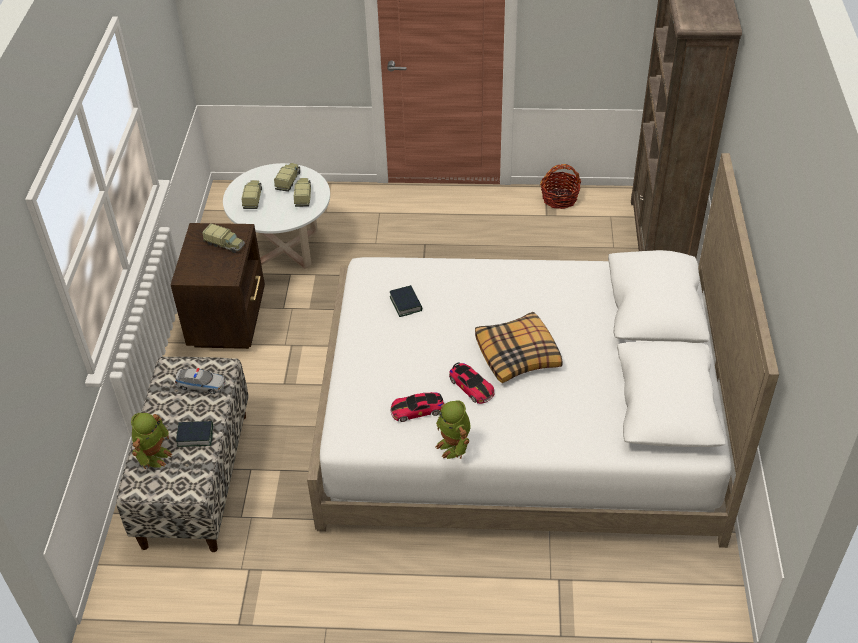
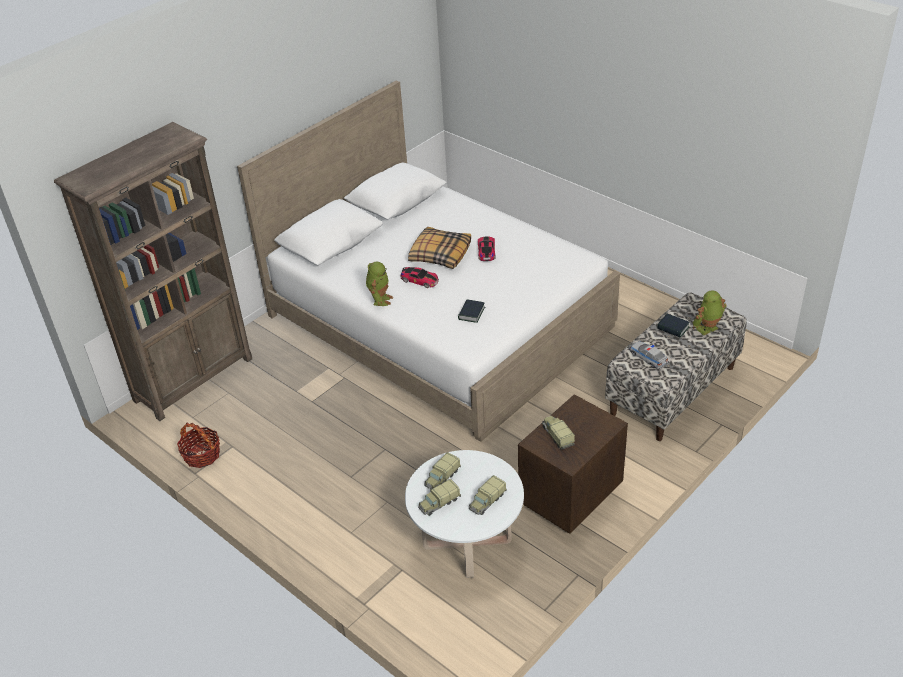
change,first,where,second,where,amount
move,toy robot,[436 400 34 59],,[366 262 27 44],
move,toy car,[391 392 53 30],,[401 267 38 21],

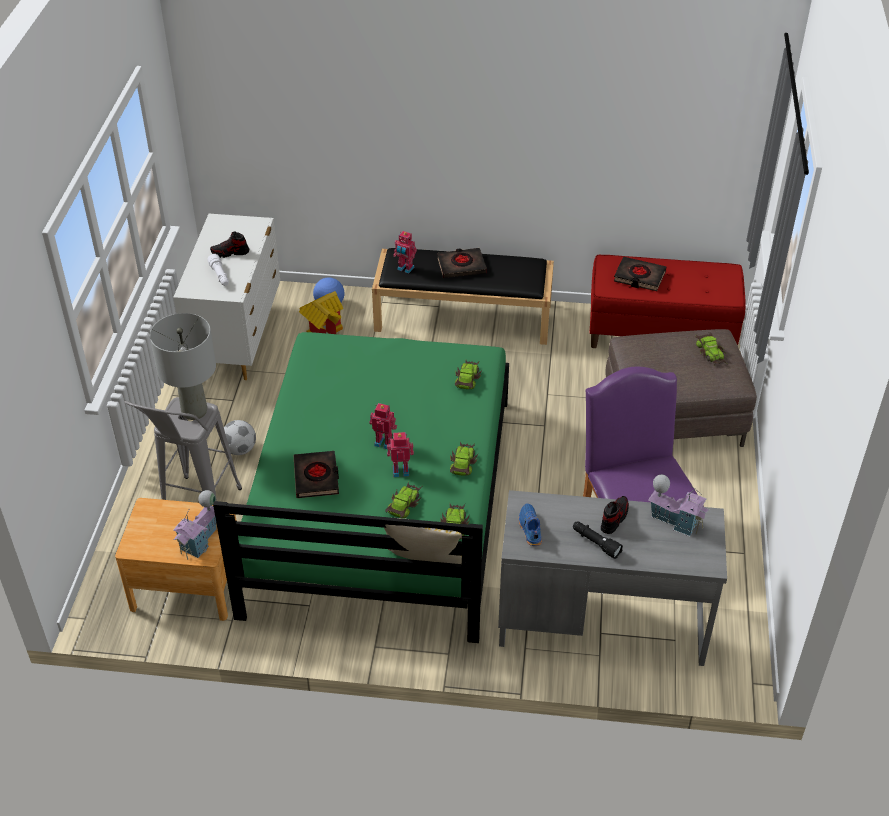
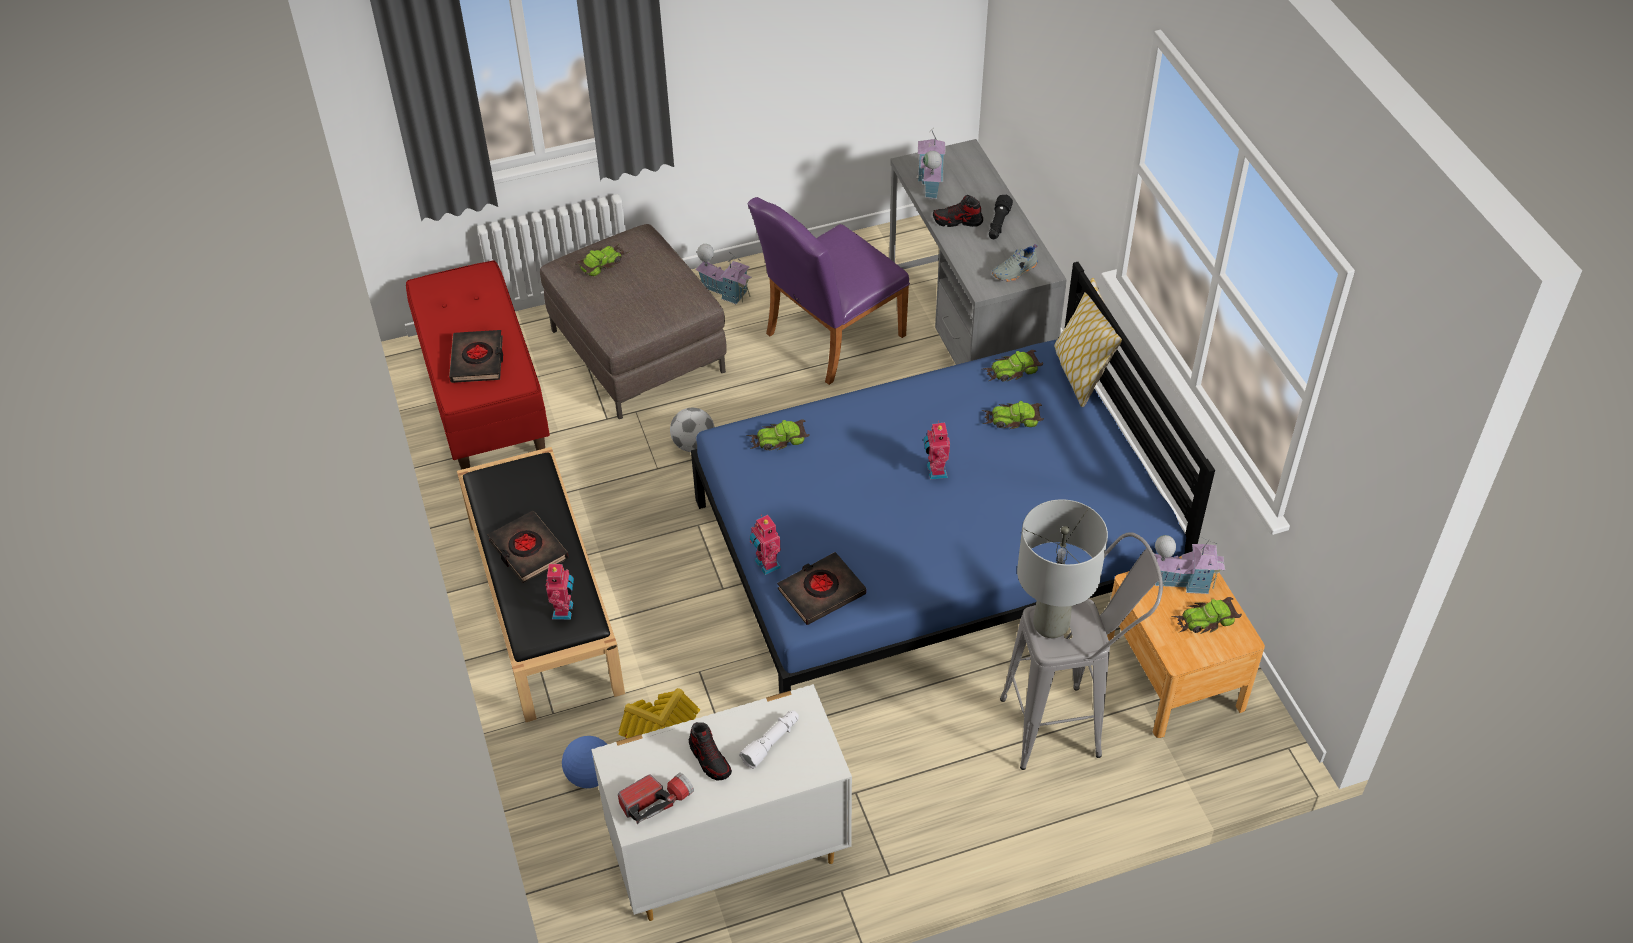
change,first,where,second,where,amount
insert,,,flashlight,[618 773 76 51],
move,football,[221 420 35 35],,[670 408 44 44],
recolor,bed in green,[213 332 296 311],bed in blue,[691 262 524 432],
insert,,,toy house,[695 244 57 60],
move,toy robot,[387 432 27 45],,[750 515 31 60],
move,book in black,[294 451 45 47],,[777 552 89 73],
recolor,shoe in blue,[519 504 23 42],shoe in grey,[992 244 46 38],
move,toy car,[450 441 28 35],,[1171 597 71 37],

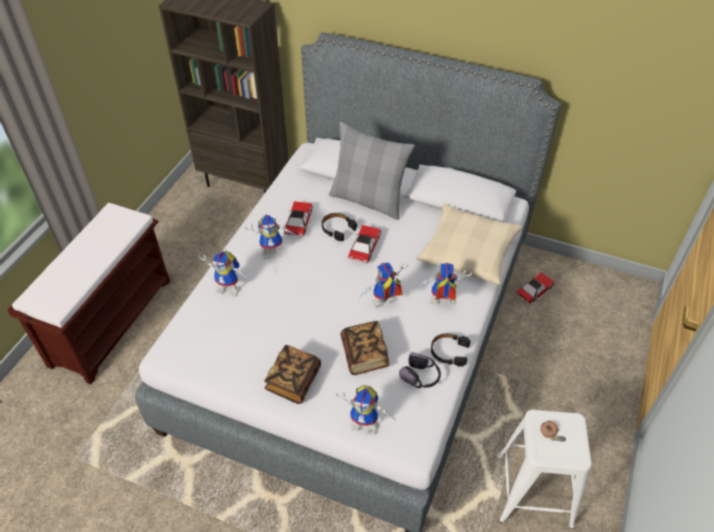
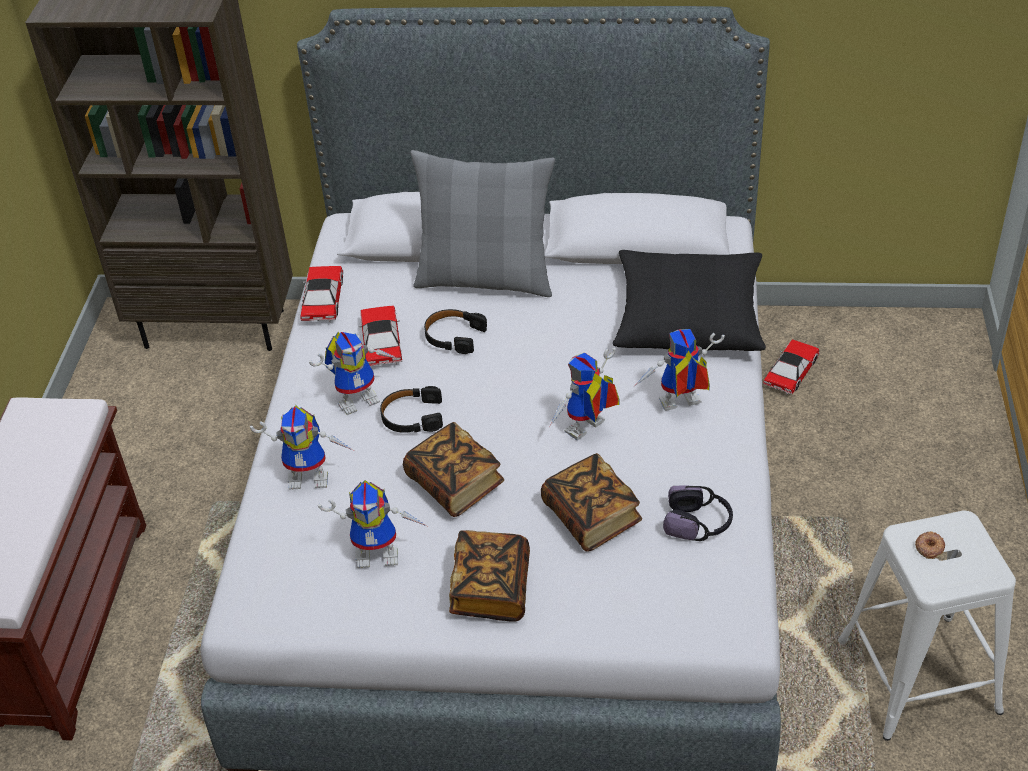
change,first,where,second,where,amount
move,toy car,[348 225 33 38],,[301 266 42 56],
move,toy robot,[335 385 61 50],,[318 480 109 88],
move,headphones in black,[431 334 40 33],,[380 386 63 47],
insert,,,book,[403 422 101 95],
recolor,pillow in beige,[416 204 107 81],pillow in black,[613 250 153 101],

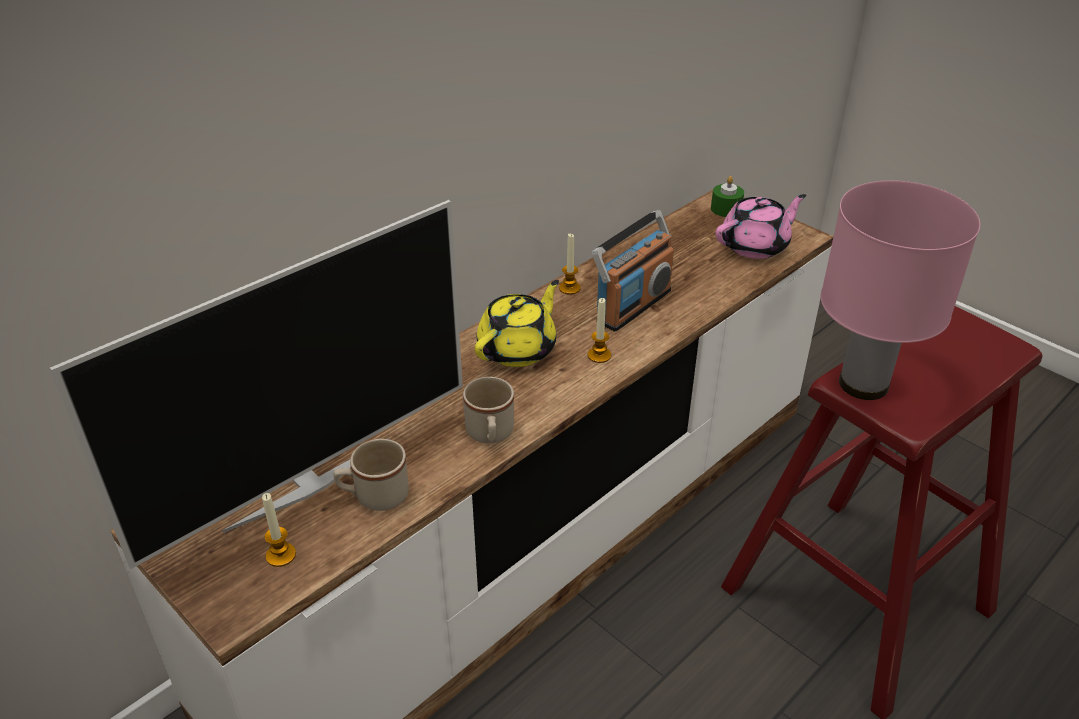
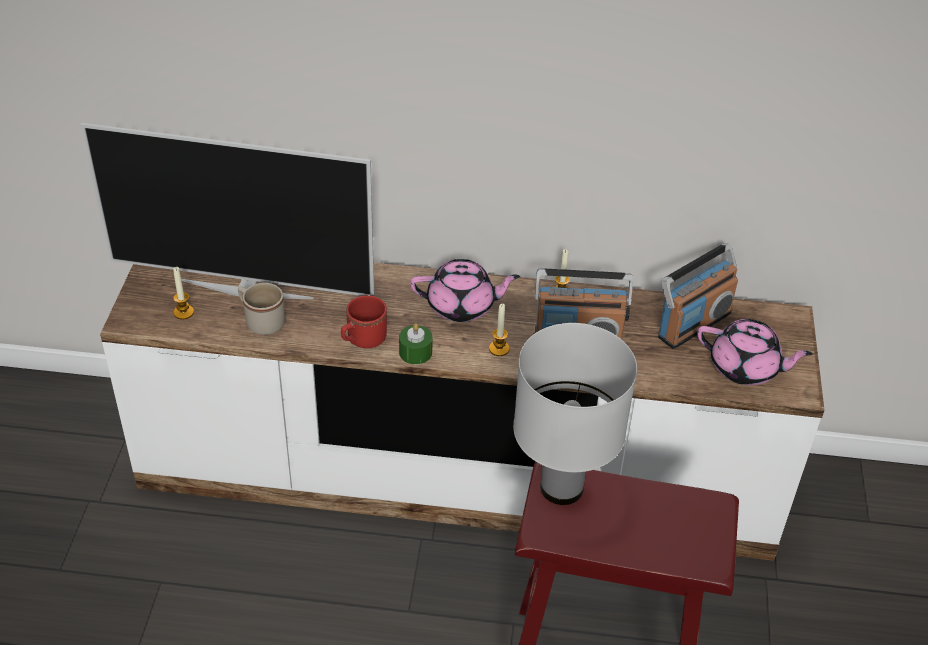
change,first,where,second,where,amount
recolor,mug in beige,[463 377 51 67],mug in red,[341 295 46 53],
move,candle in green,[711 176 33 41],,[399 323 34 41],
recolor,teapot in yellow,[475 280 84 87],teapot in pink,[410 259 110 63],
recolor,table lamp in pink,[821 180 159 220],table lamp in white,[513 323 124 182],
insert,,,radio,[658 243 80 106],

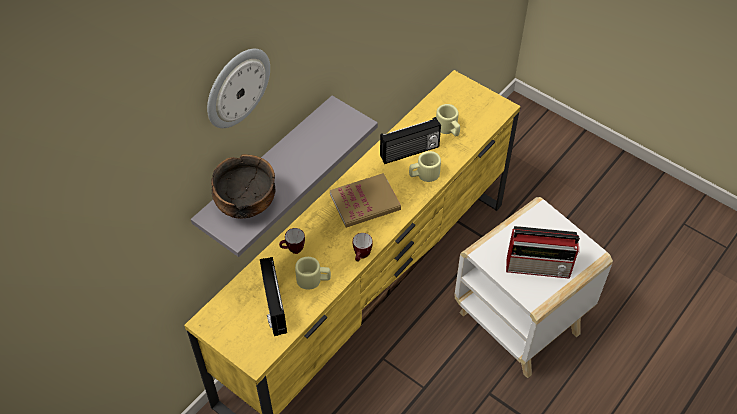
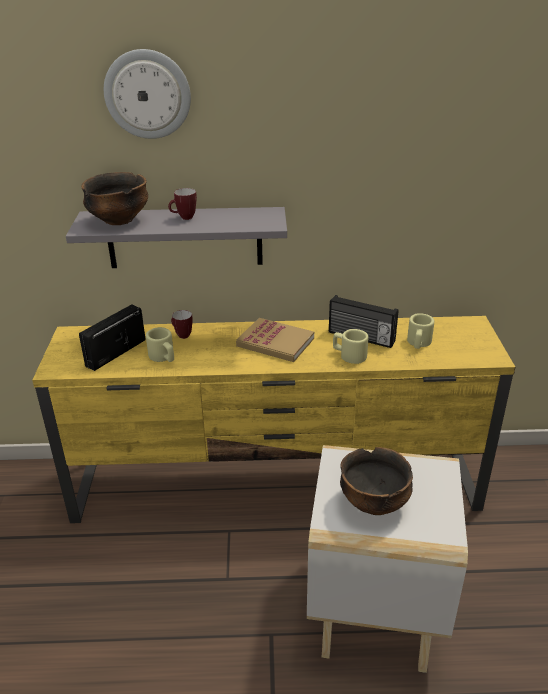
change,first,where,second,where,amount
move,mug,[353 233 20 29],,[168 188 29 32],
replace,radio,[506 226 74 53],bowl,[340 447 73 68],

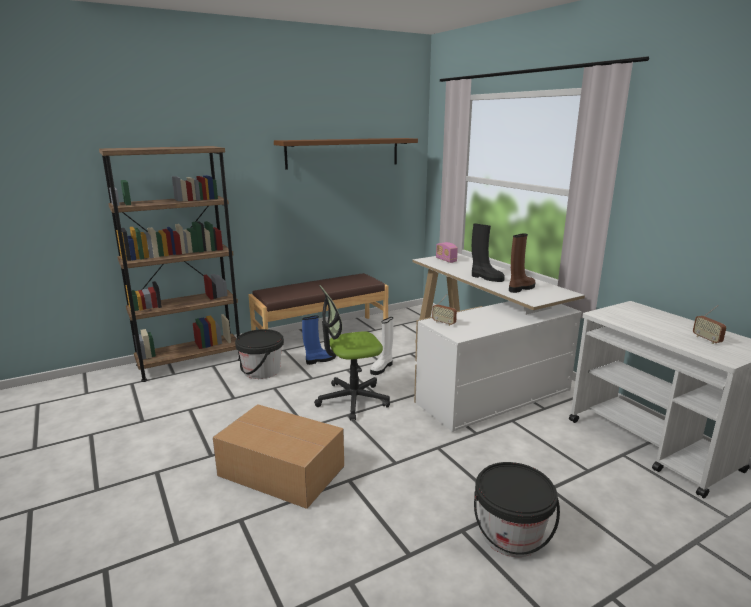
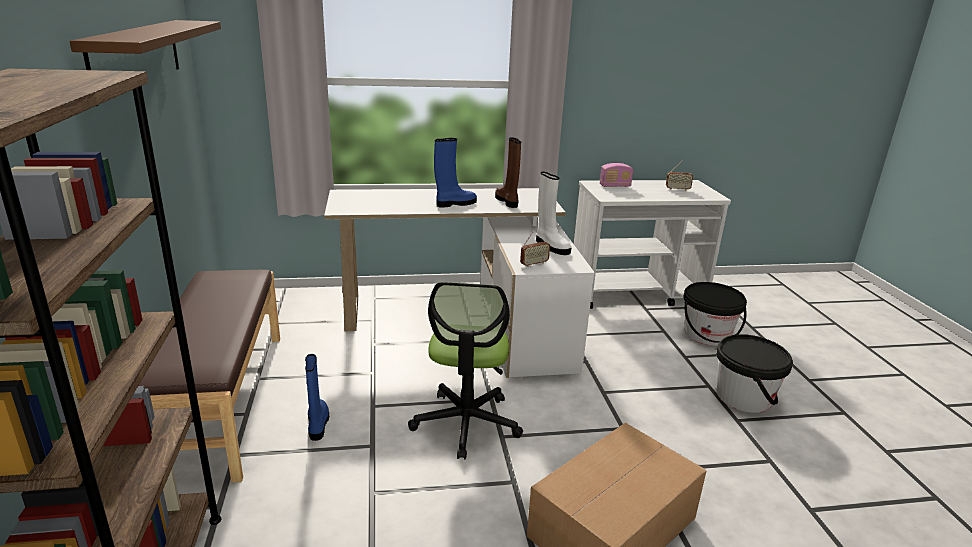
change,first,where,second,where,amount
recolor,boot in black,[472 224 33 58],boot in blue,[434 138 43 70],
move,boot in white,[370 317 23 58],,[536 172 35 83],
move,radio,[436 242 22 21],,[600 163 33 24],
move,bucket in black,[235 329 49 50],,[684 282 63 64],

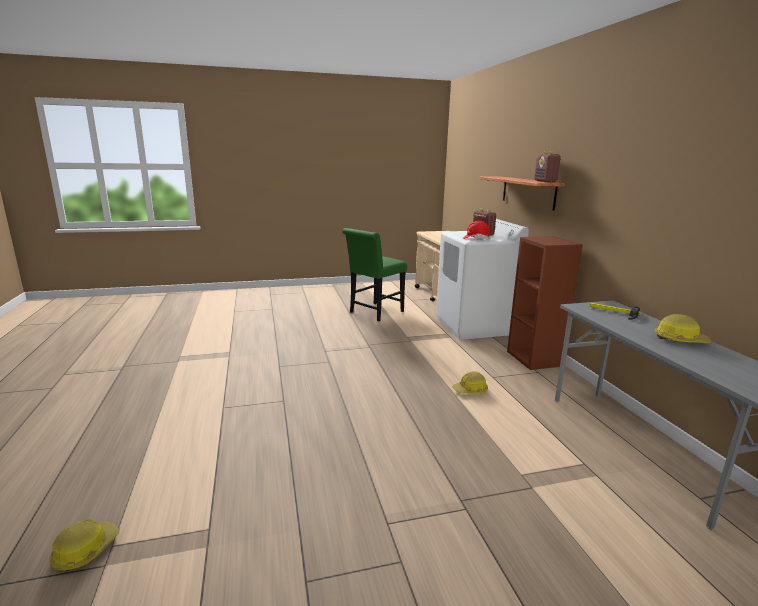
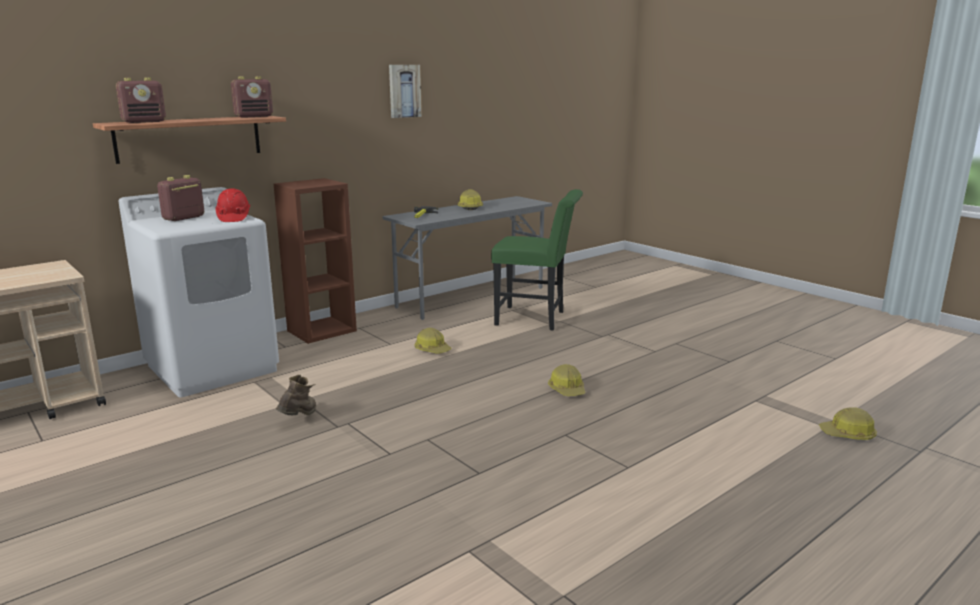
change,first,where,second,where,amount
insert,,,radio,[116 77 50 46],
insert,,,boot in brown,[276 375 40 40],
insert,,,picture,[389 65 33 53],
move,chair in green,[342 228 65 93],,[491 189 92 142],
insert,,,hard hat,[548 364 37 32],

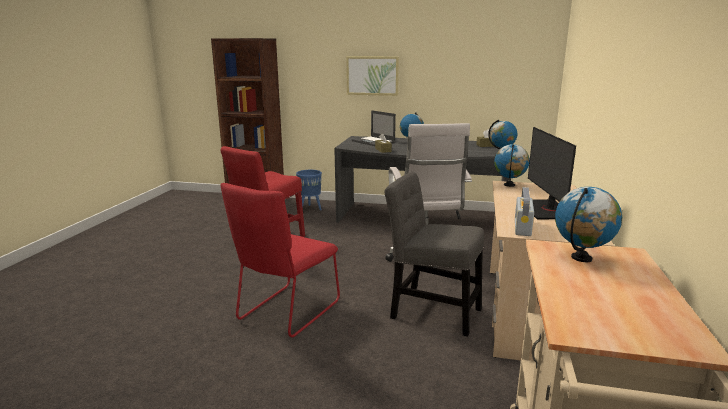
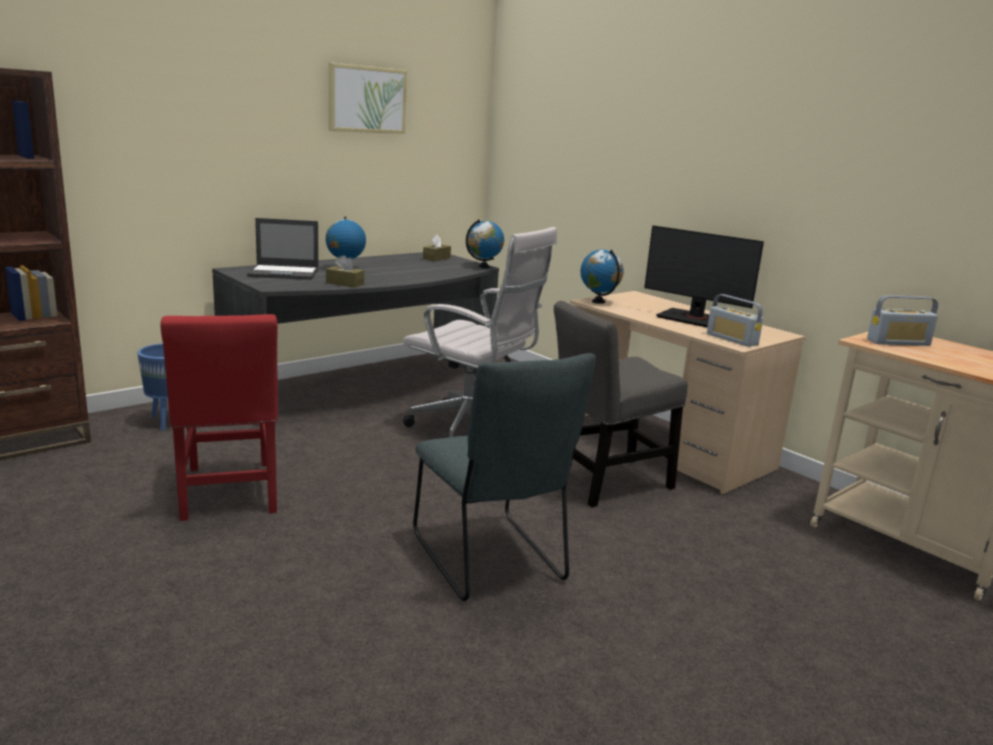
change,first,where,second,where,amount
move,picture,[346 56 53 40],,[329 63 78 71],
recolor,chair in red,[221 183 119 154],chair in grey,[413 353 183 248],
replace,globe,[555 187 67 75],radio,[867 295 71 51],

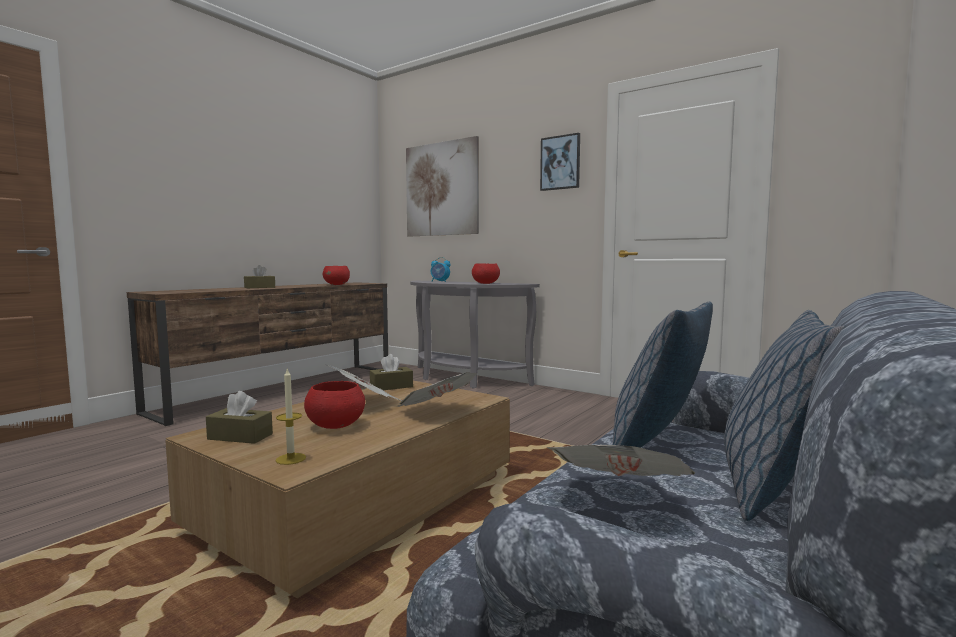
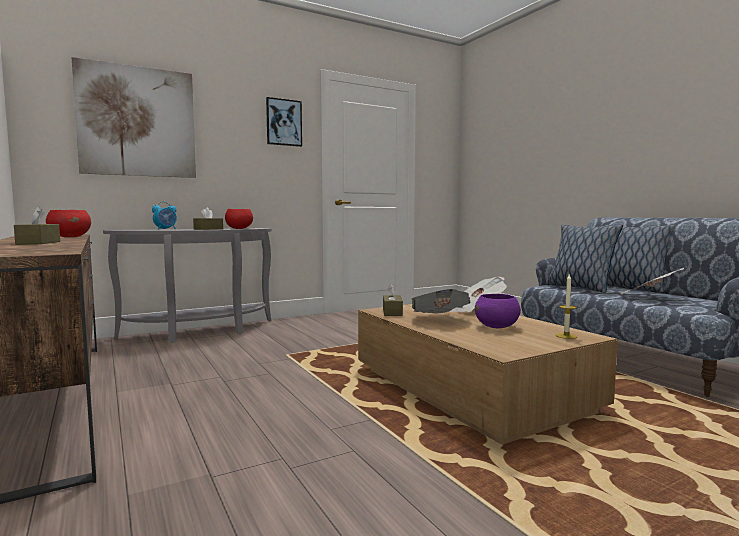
change,first,where,second,where,amount
move,tissue box in brown,[206 391 67 53],,[193 208 30 22],
recolor,bowl in red,[304 381 61 48],bowl in purple,[475 294 46 34],

